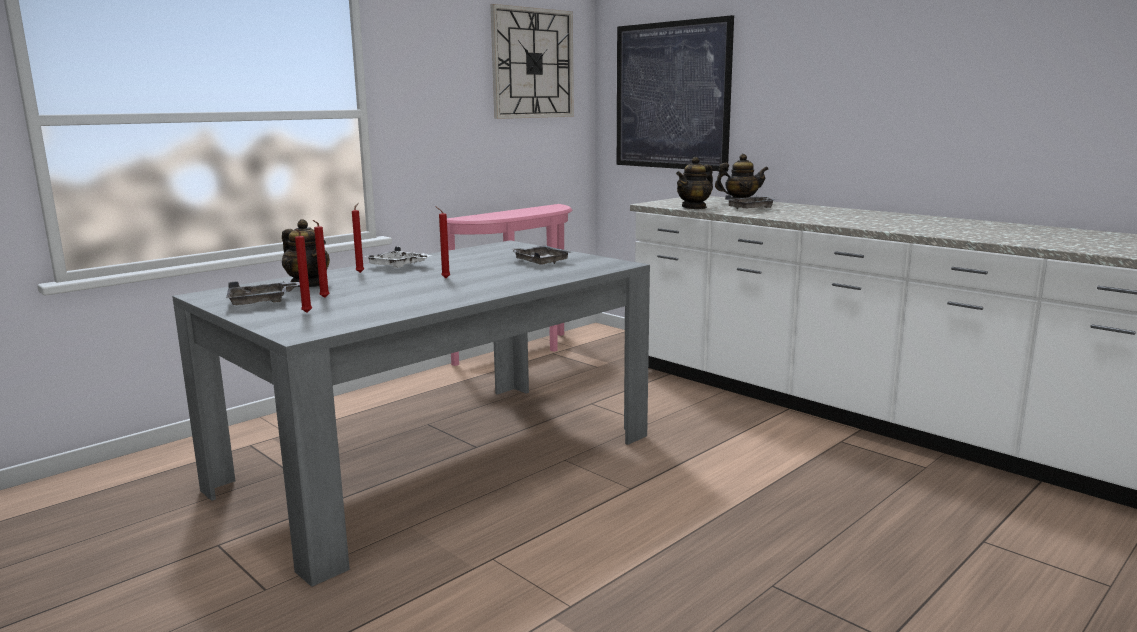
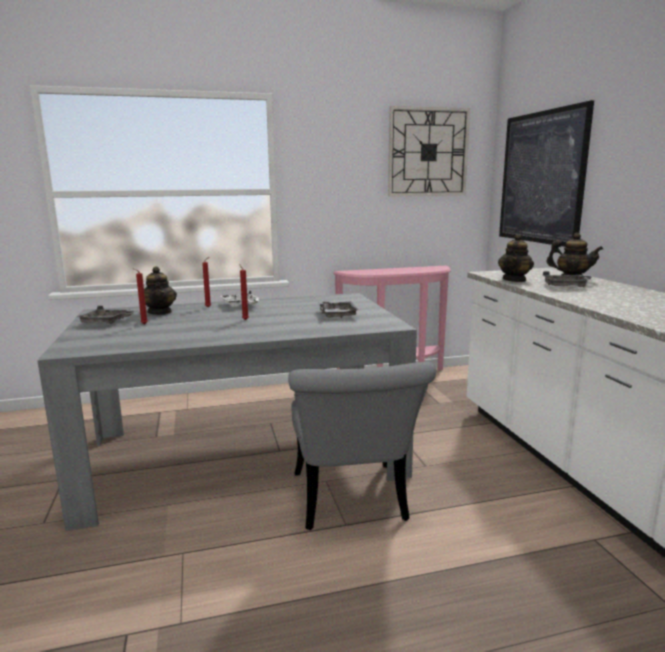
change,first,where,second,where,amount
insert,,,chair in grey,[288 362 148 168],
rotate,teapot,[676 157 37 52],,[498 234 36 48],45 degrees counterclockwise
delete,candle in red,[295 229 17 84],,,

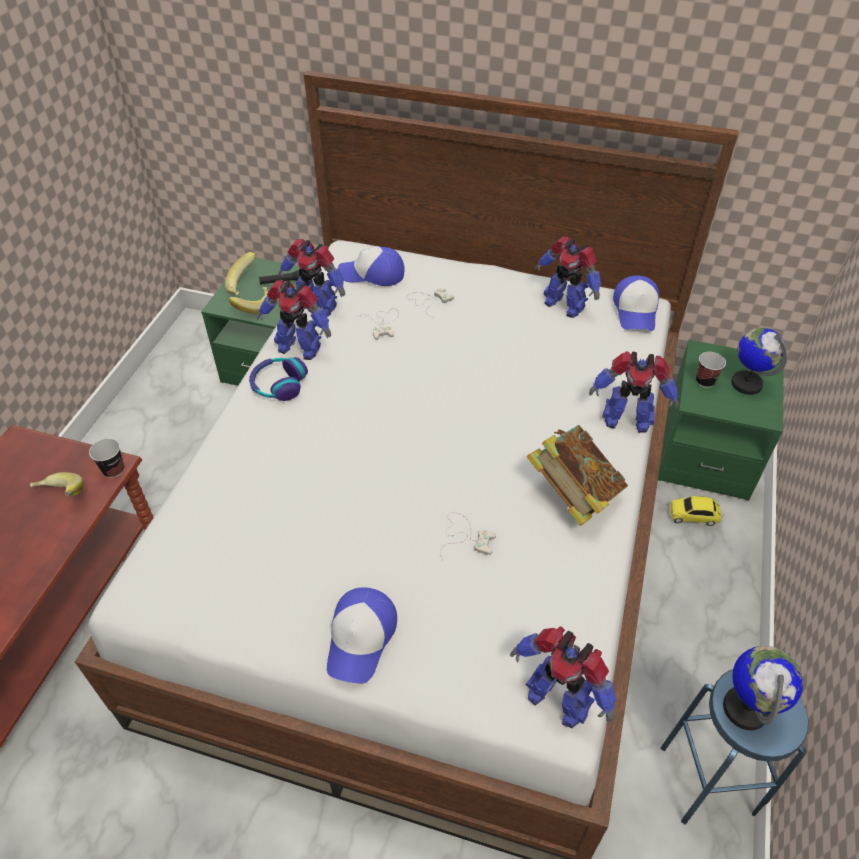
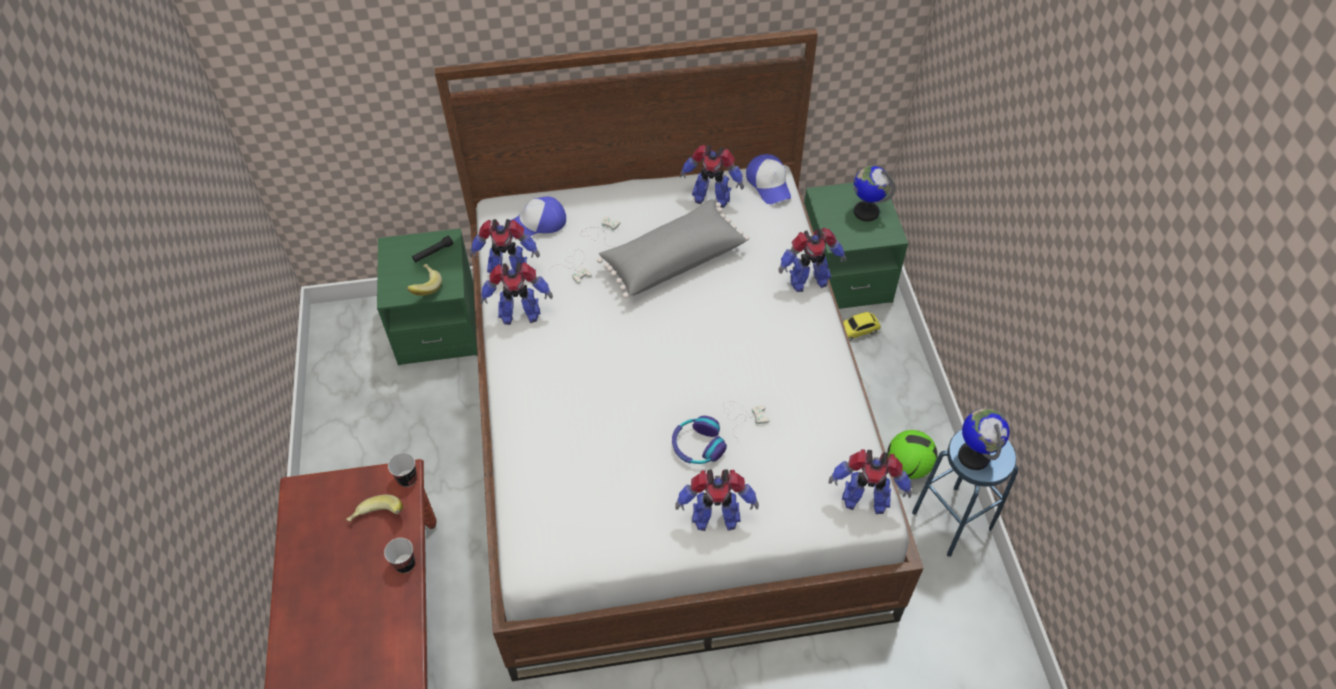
change,first,where,second,where,amount
move,cup,[696 352 30 36],,[384 538 31 35],
insert,,,pillow in grey,[597 200 152 99],
move,headphones,[249 357 59 44],,[672 416 55 48],
replace,cap,[327 587 70 97],toy robot,[675 469 84 62],
insert,,,football,[887 430 51 49],
delete,banana,[225 252 32 44],,,
delete,book,[527 425 101 101],,,

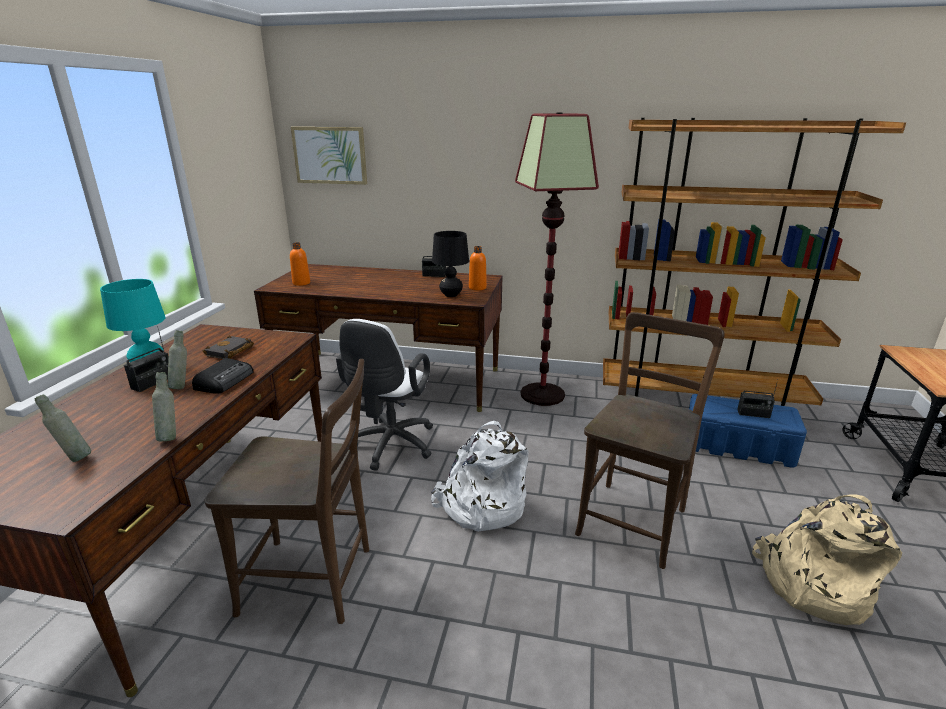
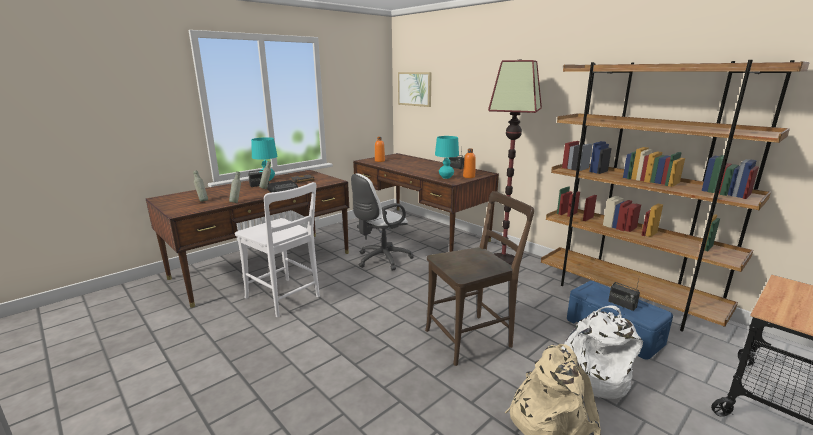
change,first,where,second,where,amount
recolor,chair in brown,[205 359 164 265],chair in white,[235 182 85 135],
recolor,table lamp in black,[432 231 37 66],table lamp in turquoise,[435 136 24 43],
move,backpack in white,[431 421 97 110],,[561 306 82 93],

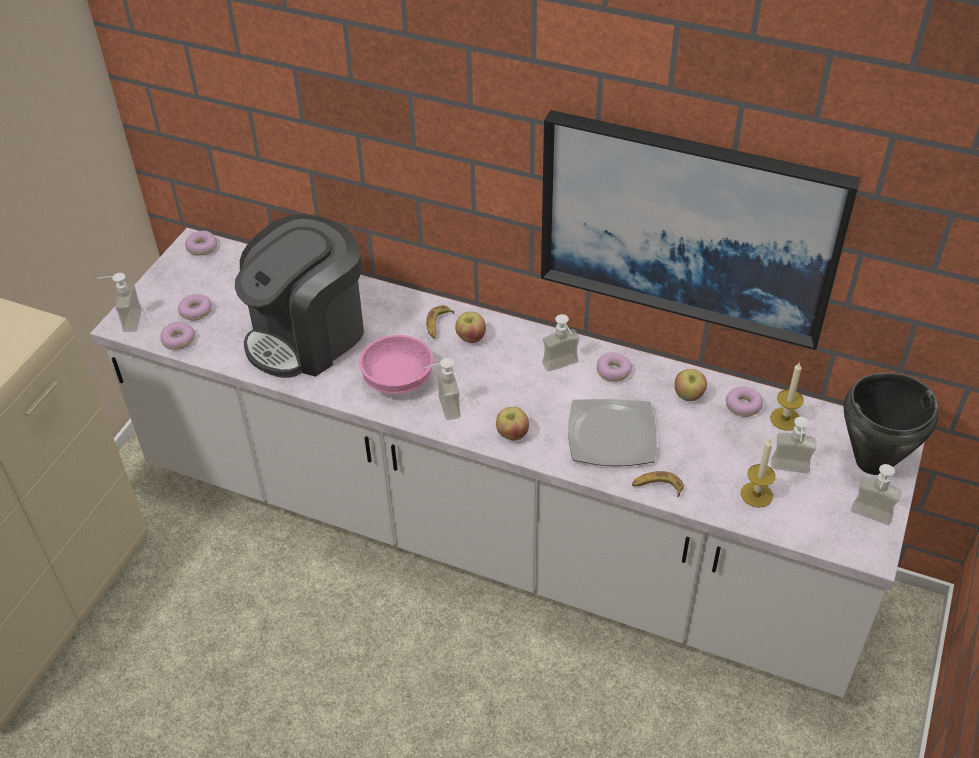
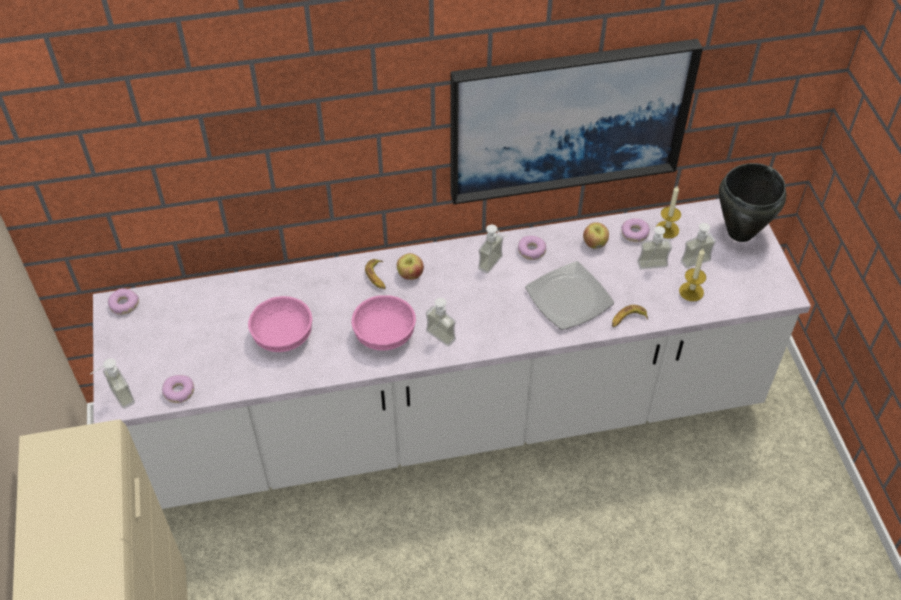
change,first,where,second,where,amount
replace,coffee machine,[235 214 129 164],bowl in pink,[248 296 64 56],
move,soap dispenser,[851 464 51 61],,[638 226 34 43],
delete,donut,[178 294 34 26],,,
delete,apple,[496 407 33 33],,,

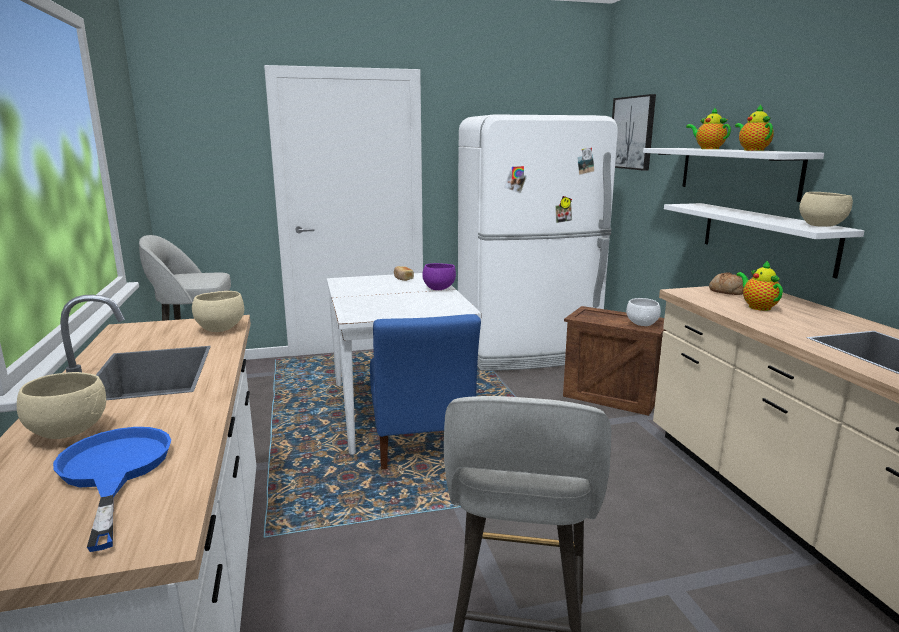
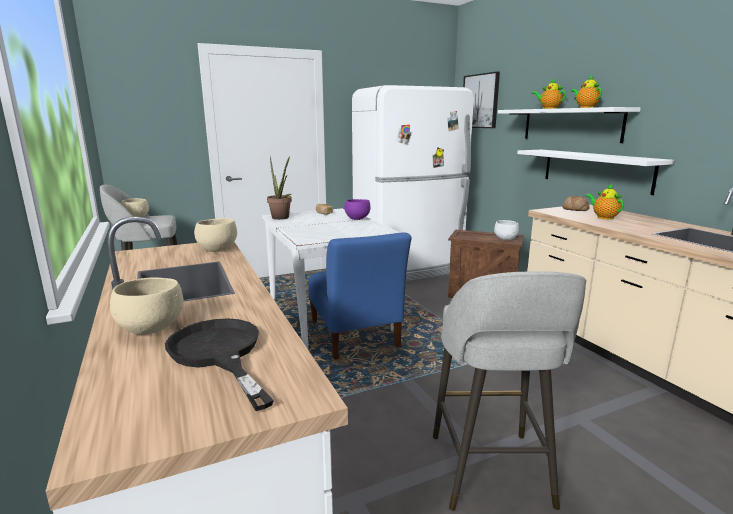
change,first,where,second,where,amount
move,bowl in beige,[799 192 54 35],,[121 198 28 19],
recolor,frying pan in blue,[53 427 118 125],frying pan in black,[165 318 109 93],
insert,,,potted plant,[267 156 25 64],

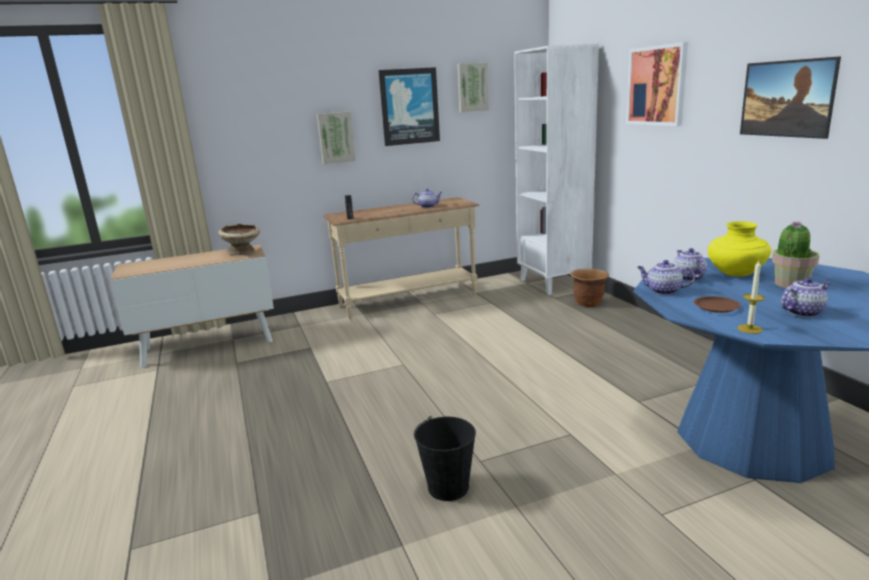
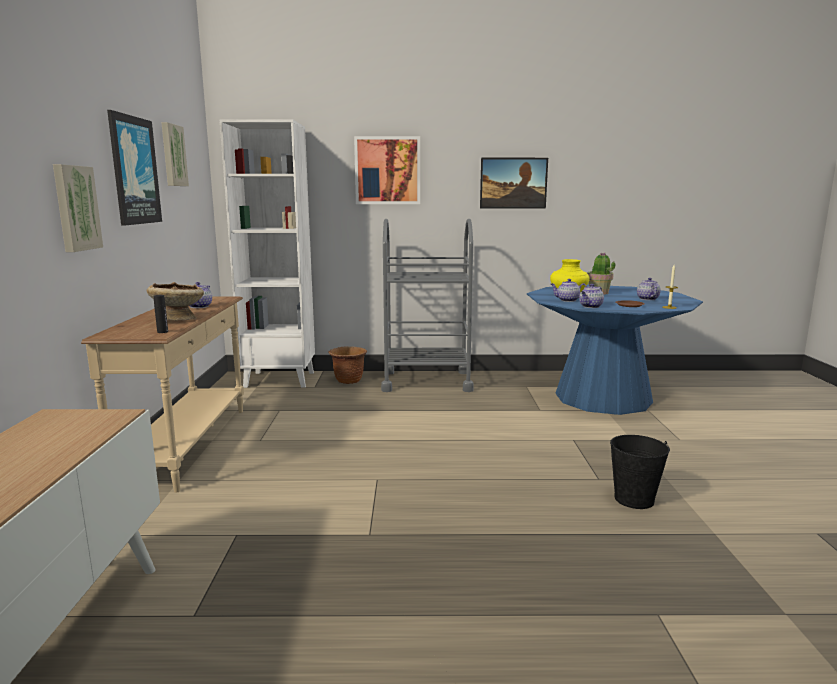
change,first,where,second,where,amount
move,bowl in beige,[218 223 42 32],,[147 282 57 39],
insert,,,cart in grey,[381 219 93 173],

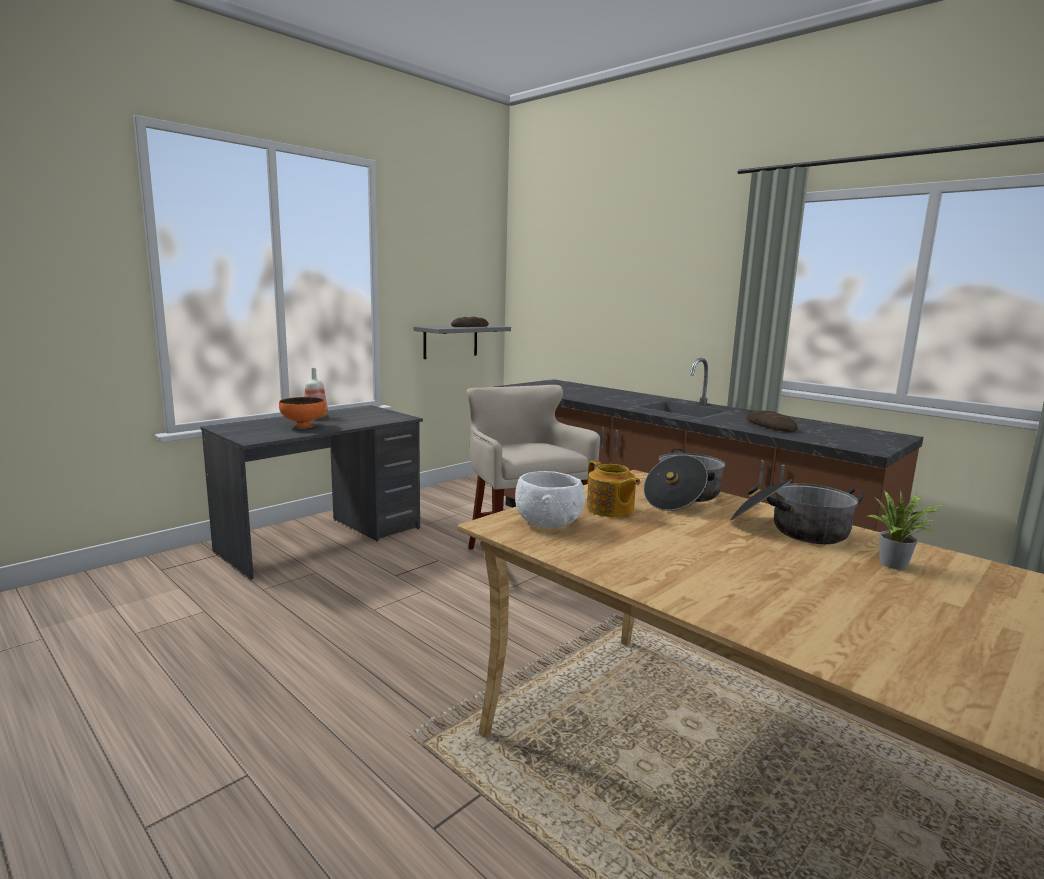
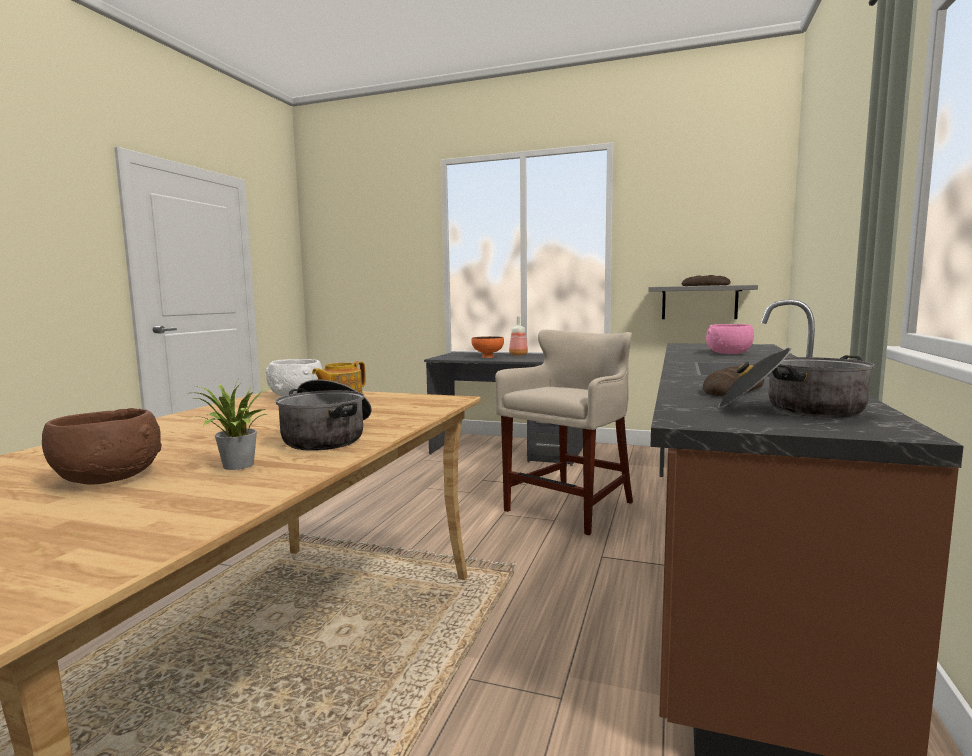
change,first,where,second,where,amount
insert,,,bowl in brown,[42 408 120 77],
insert,,,bowl in pink,[706 324 48 30],
move,cooking pot,[644 449 82 62],,[718 348 157 70],

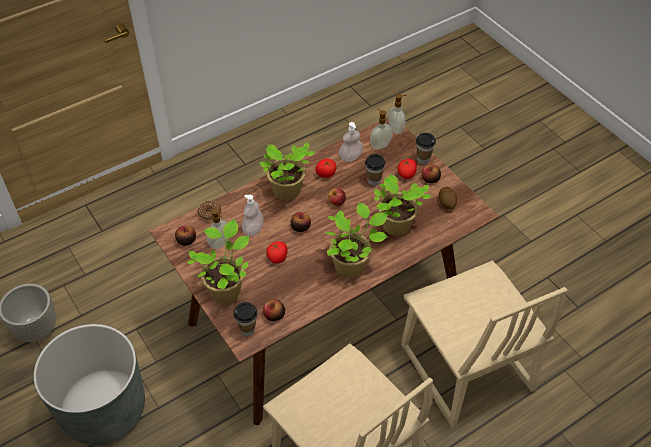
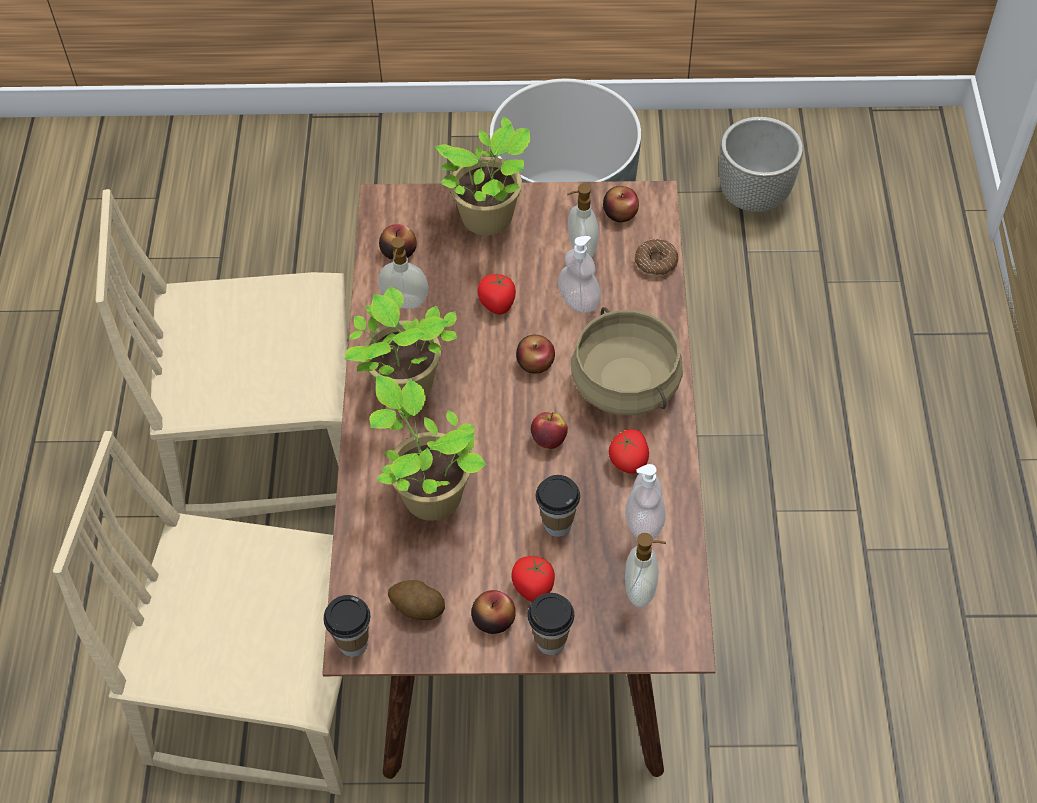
change,first,where,second,where,amount
move,cup,[234 302 23 34],,[324 595 46 62],
move,soap dispenser,[388 94 19 40],,[378 237 50 72],
replace,potted plant,[260 142 55 58],cooking pot in beige,[571 307 112 108],

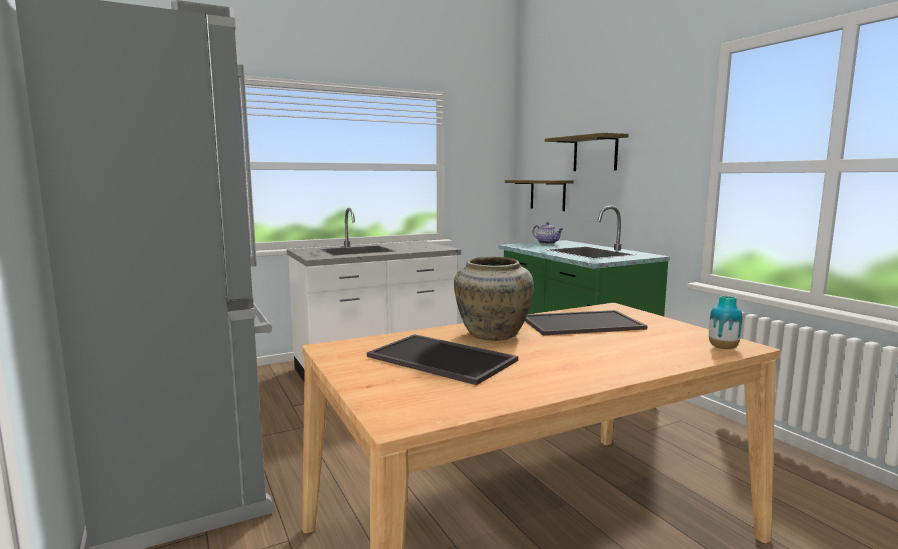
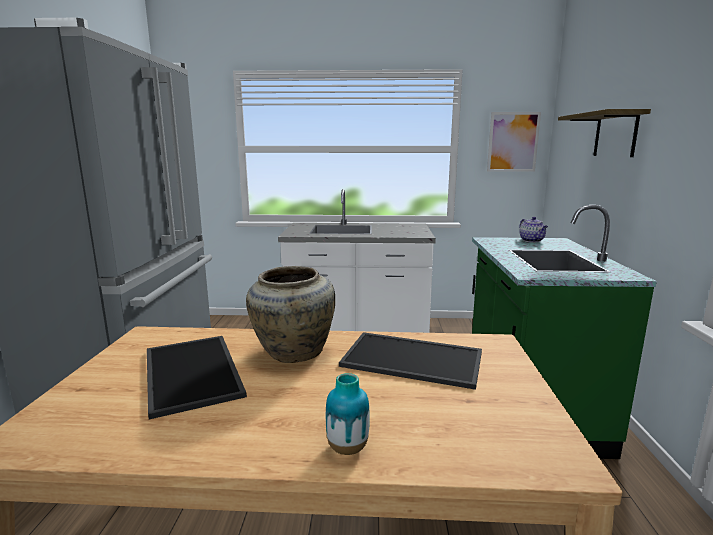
change,first,where,second,where,amount
move,vase,[709 295 34 54],,[326 373 44 82],
insert,,,picture,[487 112 54 60],
delete,shelf,[505 180 69 31],,,

